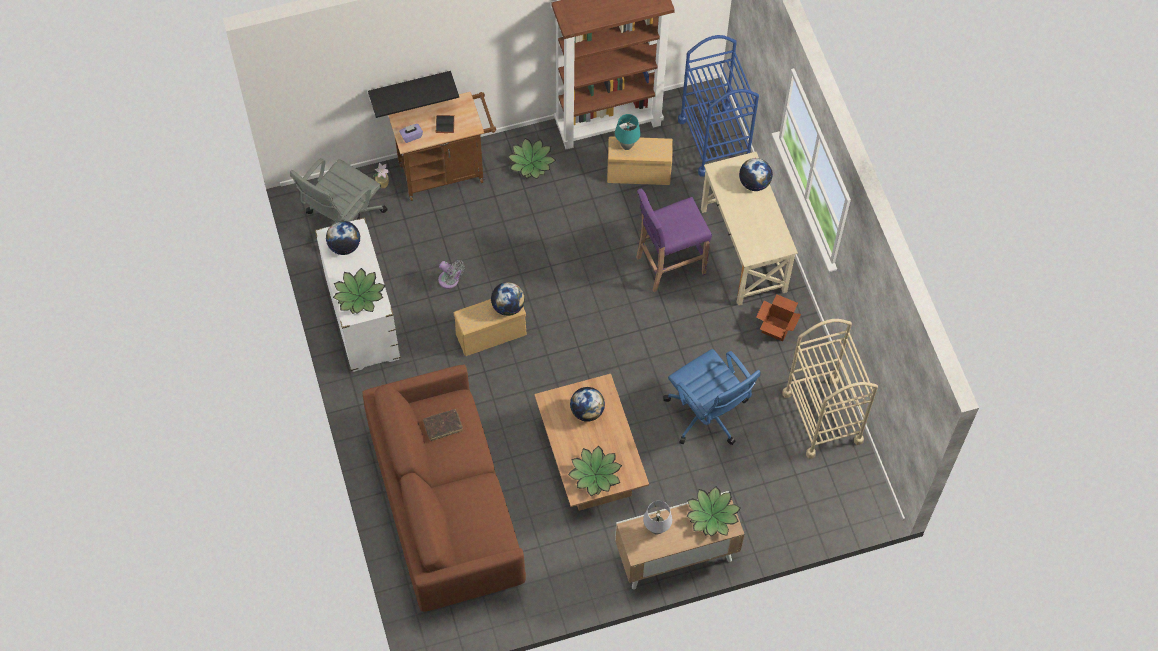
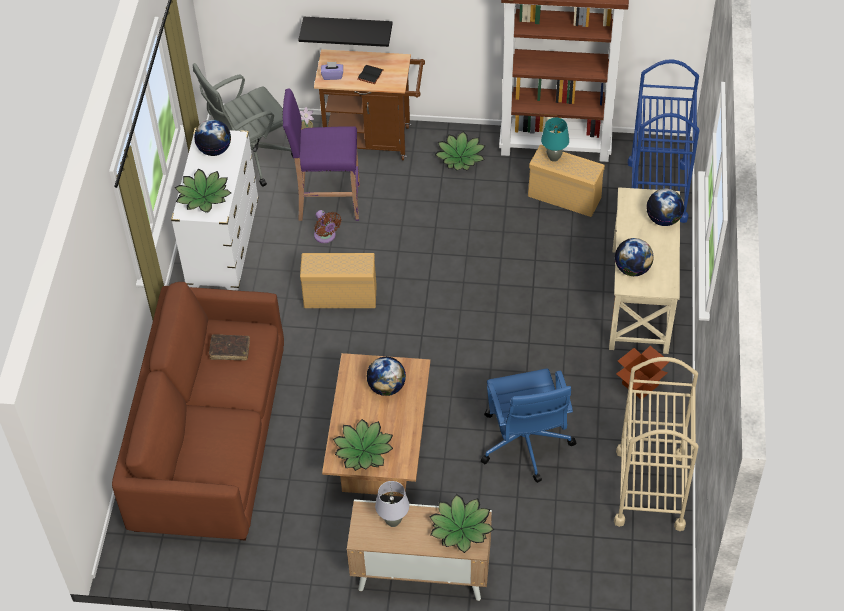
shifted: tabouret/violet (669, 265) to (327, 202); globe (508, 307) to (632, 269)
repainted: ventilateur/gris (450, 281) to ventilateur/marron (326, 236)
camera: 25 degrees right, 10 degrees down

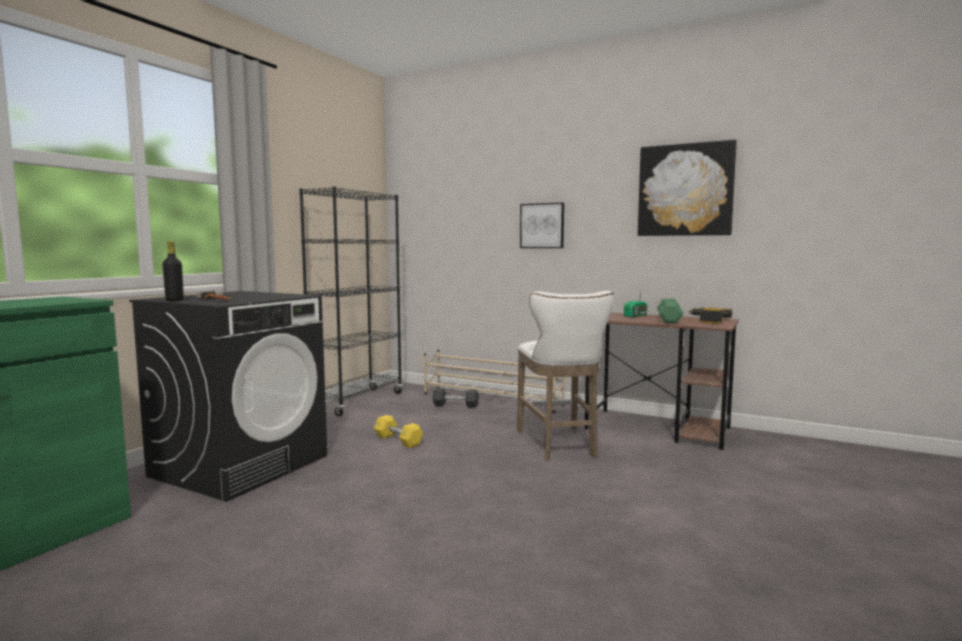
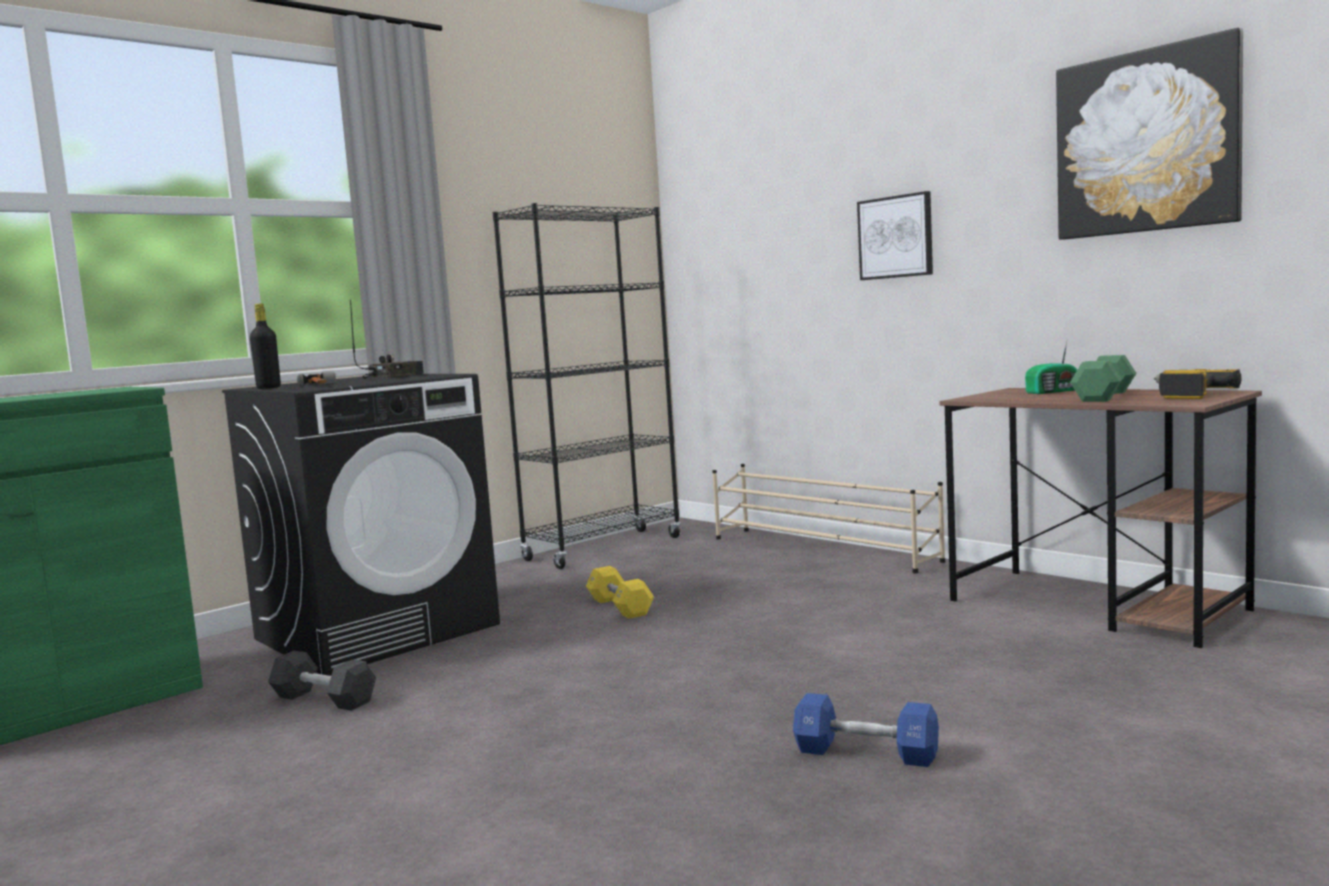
gone: tabouret/blanc (559, 445)
new: radio (393, 376); haltère/bleu (866, 753)
shifted: haltère/noir (455, 405) to (324, 699)
camera: 20 degrees right, 0 degrees up

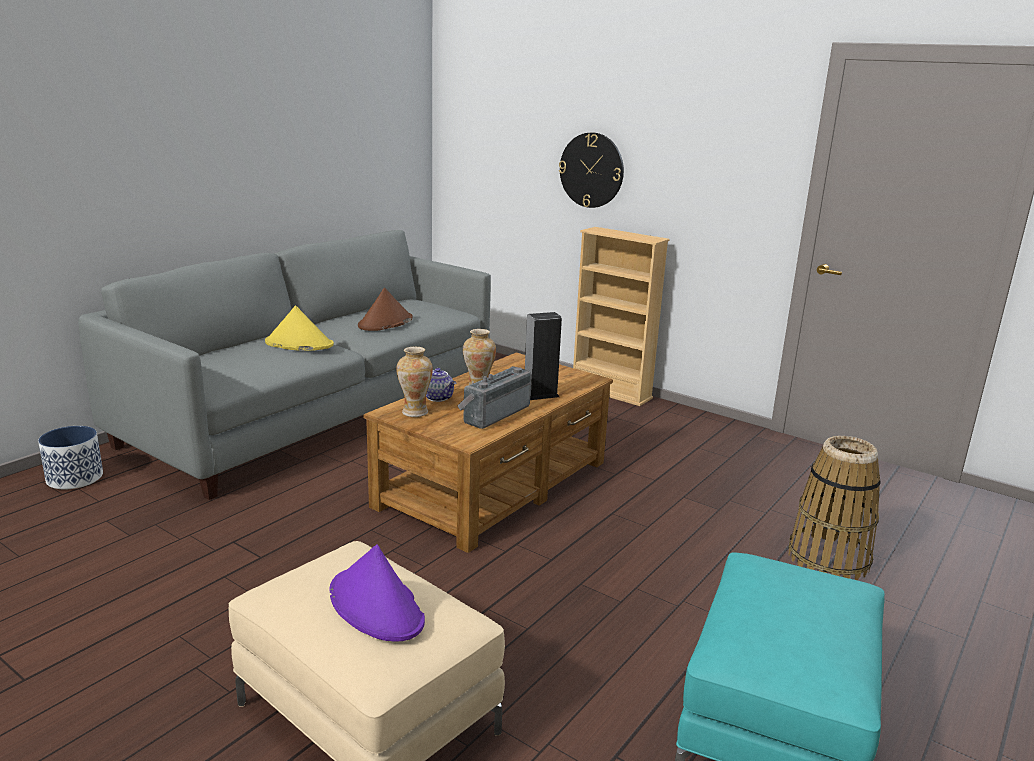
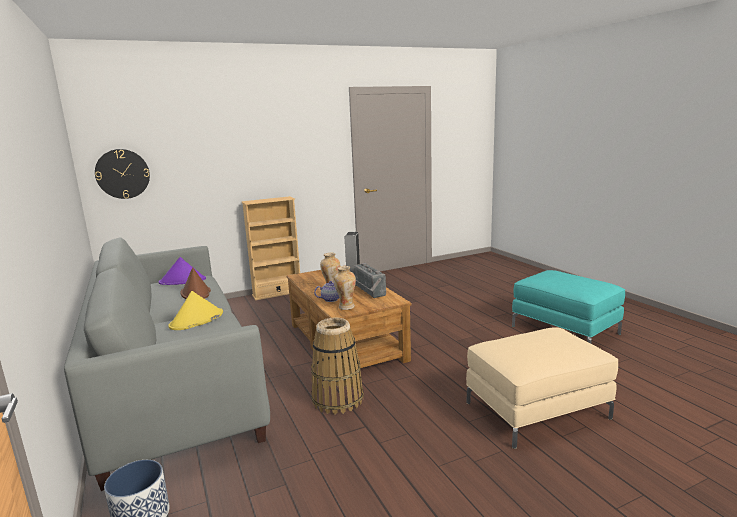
shifted: horloge murale (591, 170) to (122, 174); chapeau/violet (376, 606) to (183, 281); panier (828, 559) to (338, 399)
camera: 60 degrees left, 5 degrees down

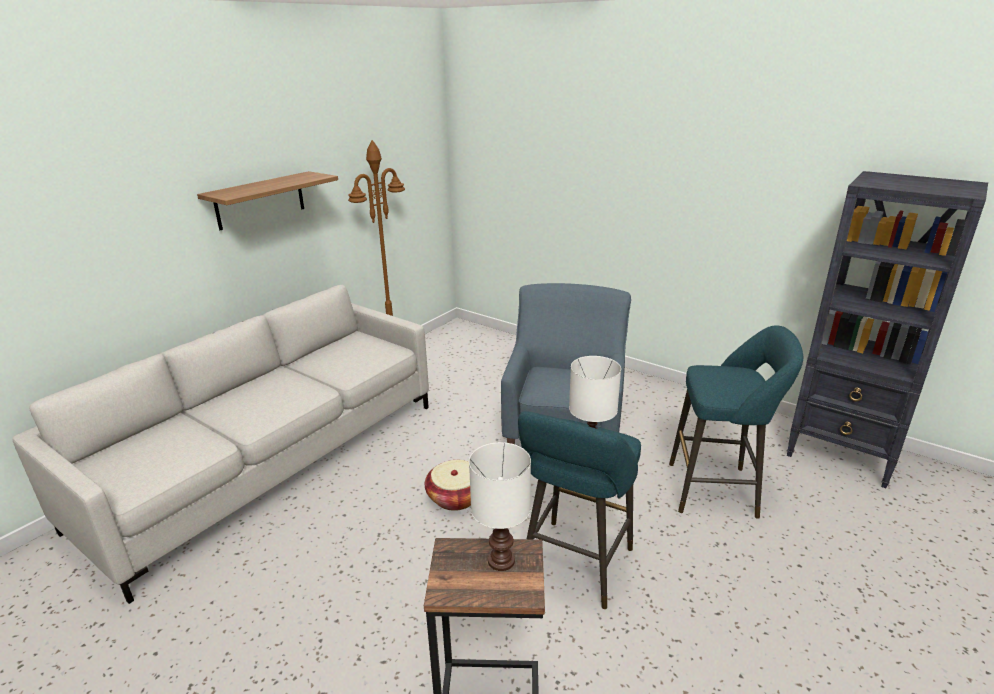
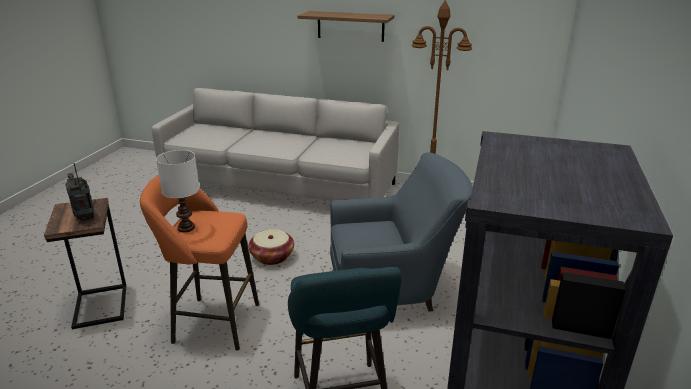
swapped: lampe de table/blanc (500, 560) to radio (85, 217)
repainted: tabouret/turquoise (574, 567) to tabouret/orange (211, 322)
camera: 70 degrees right, 0 degrees up

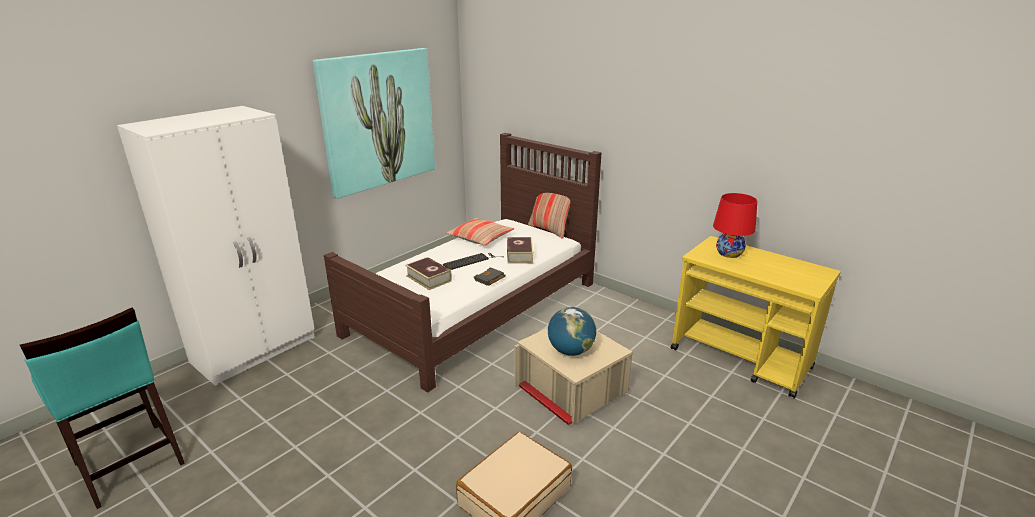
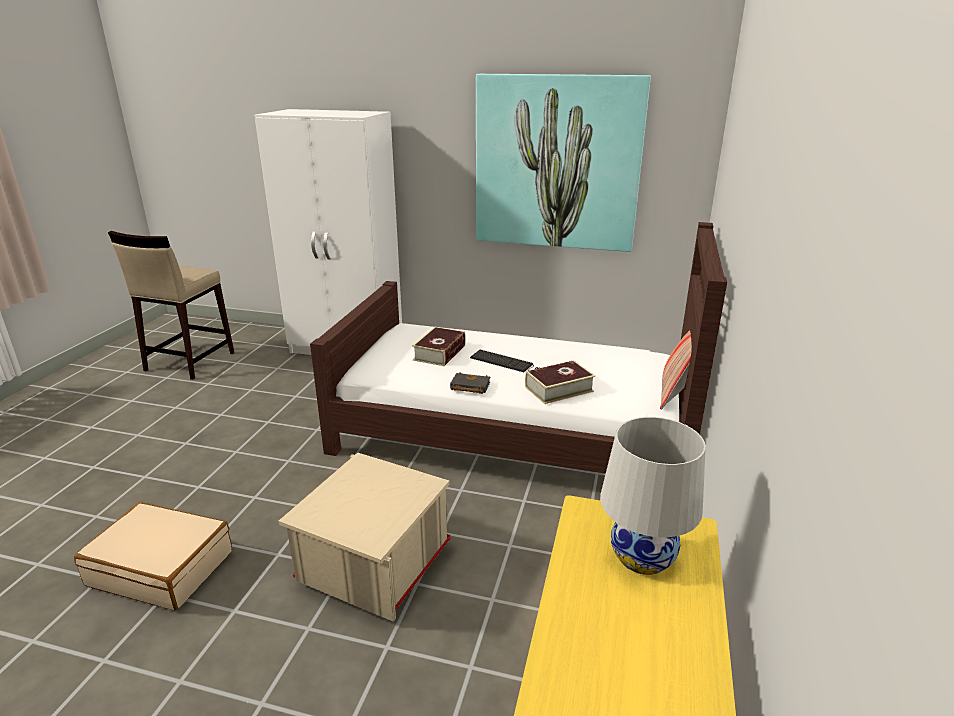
gone: coussin (480, 238); globe (570, 351)
repainted: tabouret/turquoise (128, 464) to tabouret/beige (189, 362); lampe de table/rouge (729, 253) to lampe de table/blanc (642, 556)
camera: 65 degrees right, 0 degrees up

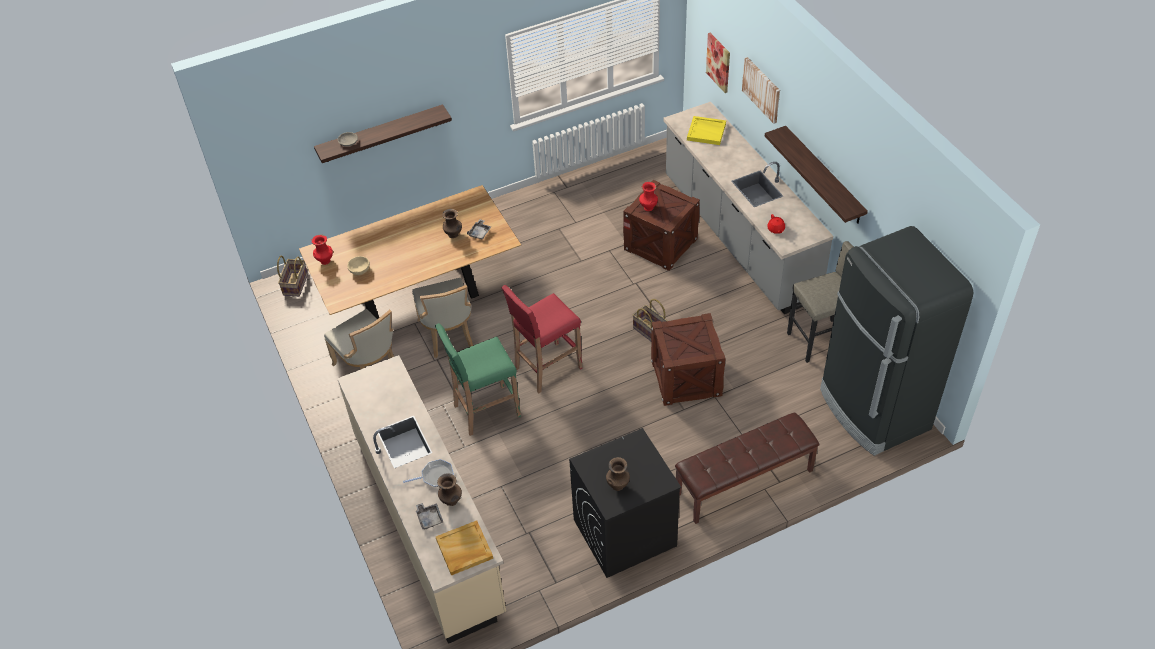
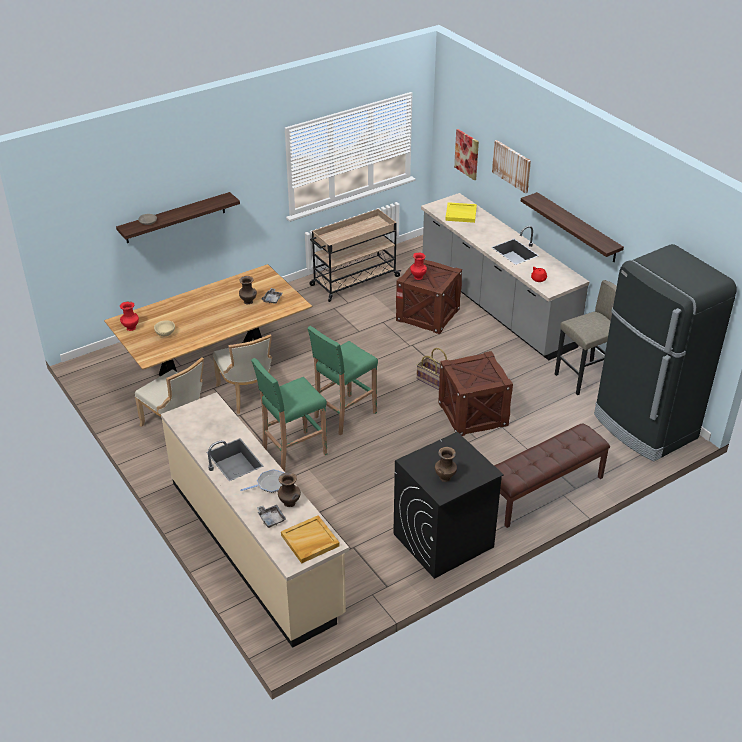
gone: panier (295, 284)
new: chariot/beige (354, 281)
repainted: tabouret/rouge (546, 368) to tabouret/vert (344, 415)
camera: 10 degrees left, 10 degrees down

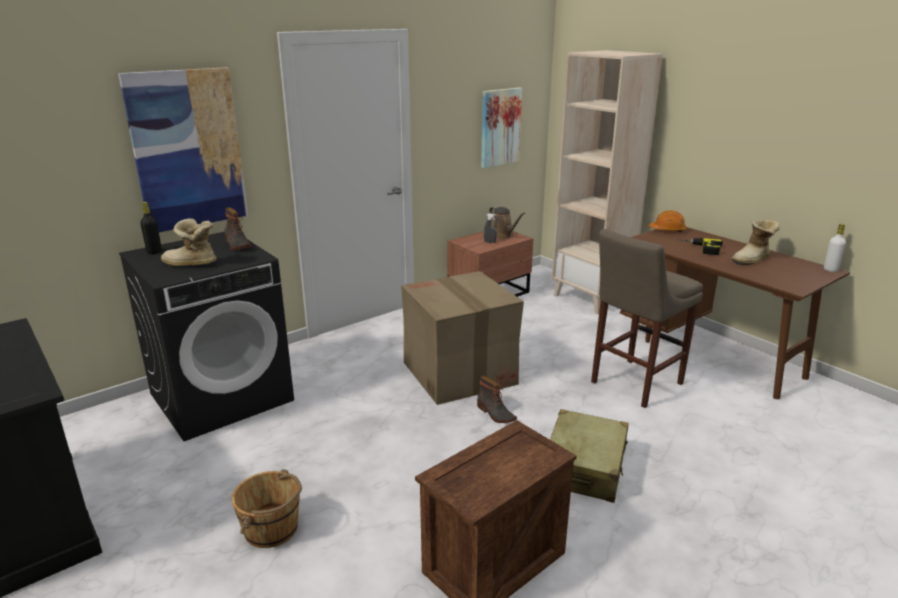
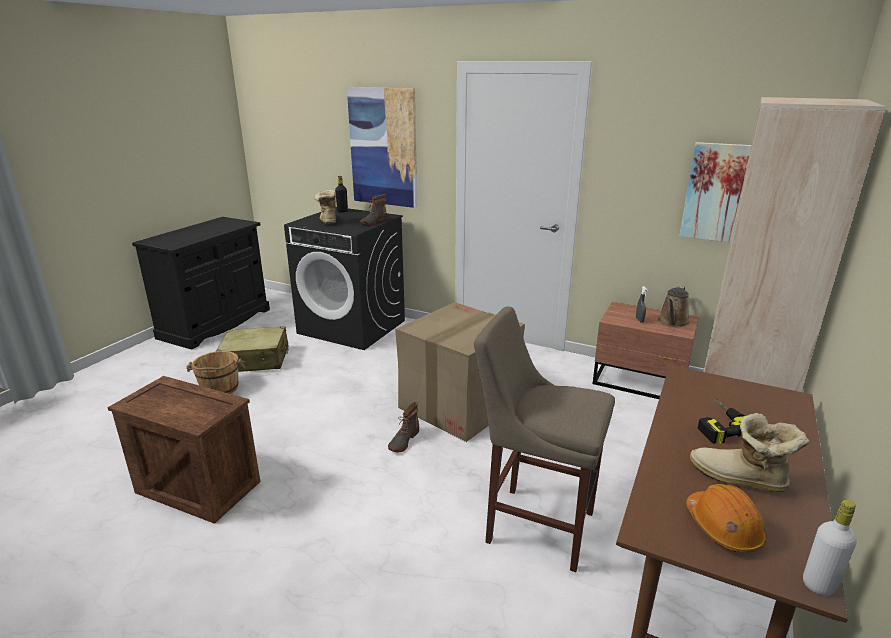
shifted: valise/beige (584, 467) to (255, 360); casque de chantier/orange (667, 230) to (723, 528)
camera: 65 degrees right, 0 degrees up

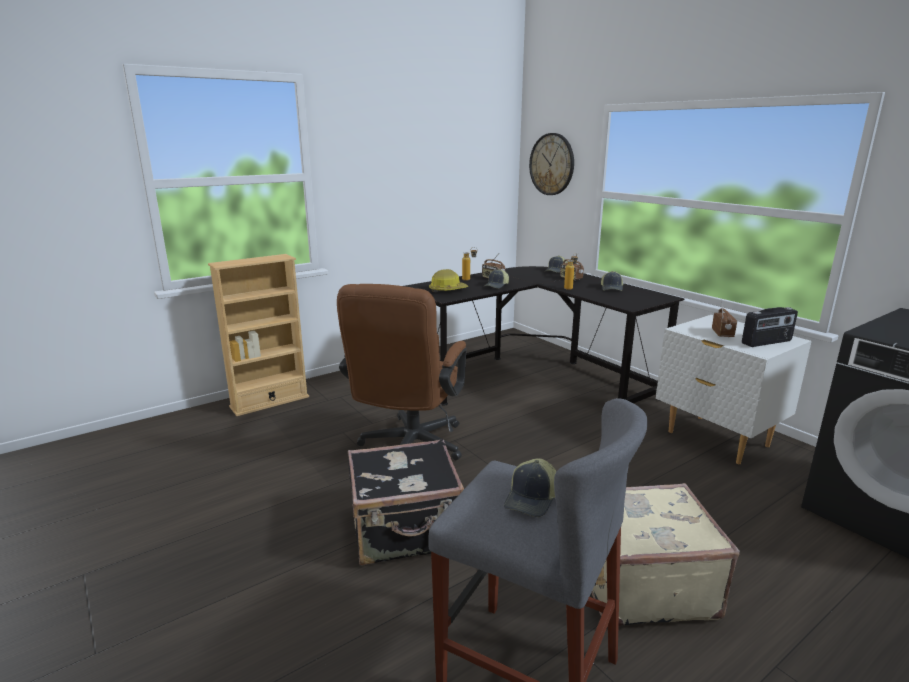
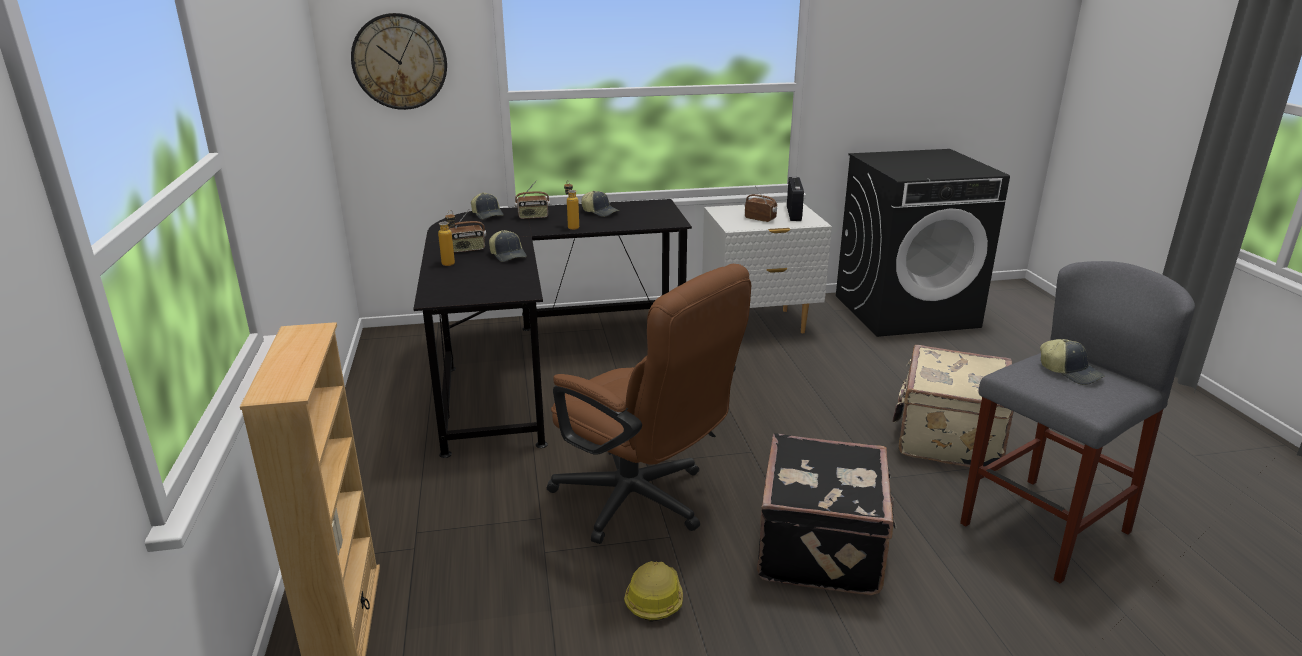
shifted: casque de chantier (447, 290) to (654, 598)
camera: 65 degrees left, 5 degrees up

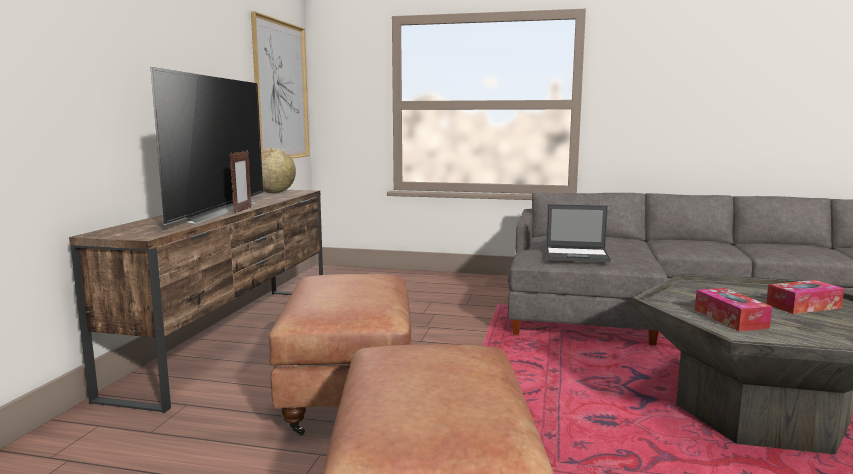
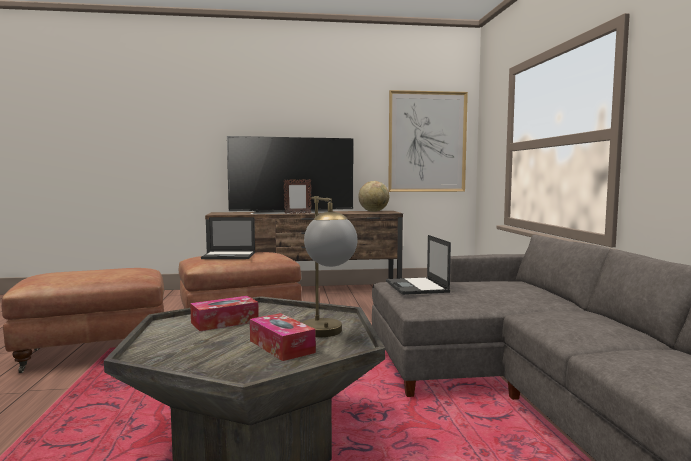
new: ordinateur portable (229, 256); lampe de table (327, 335)
camera: 70 degrees right, 5 degrees down

